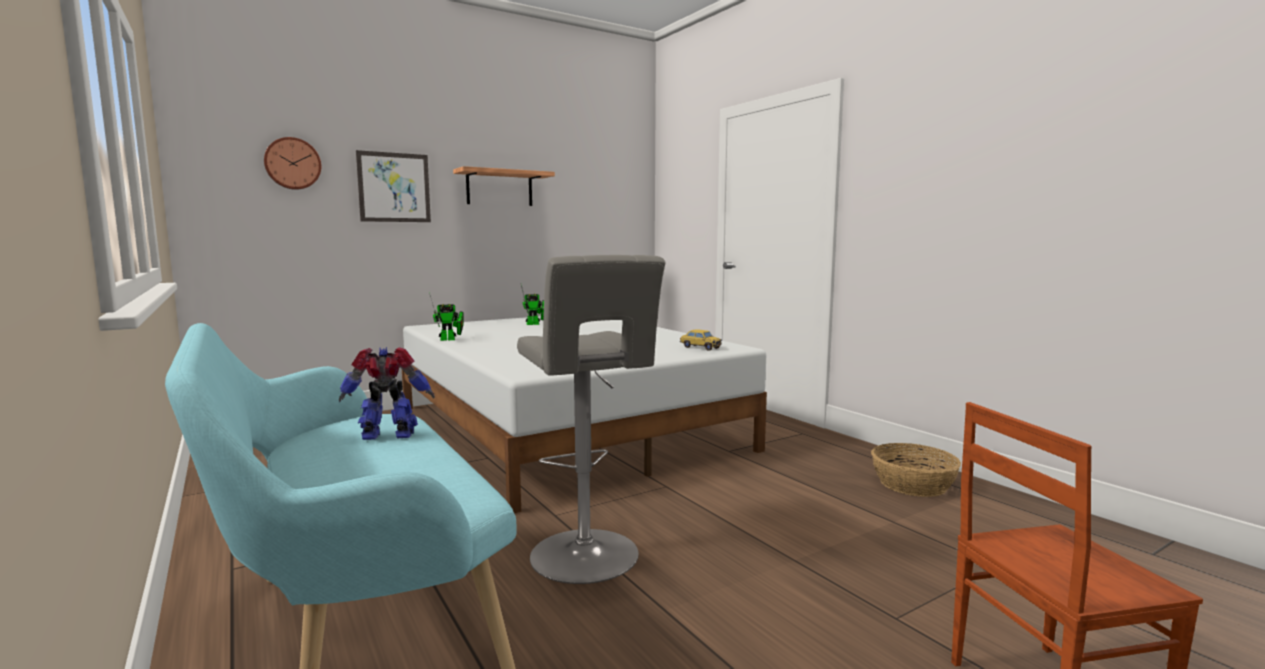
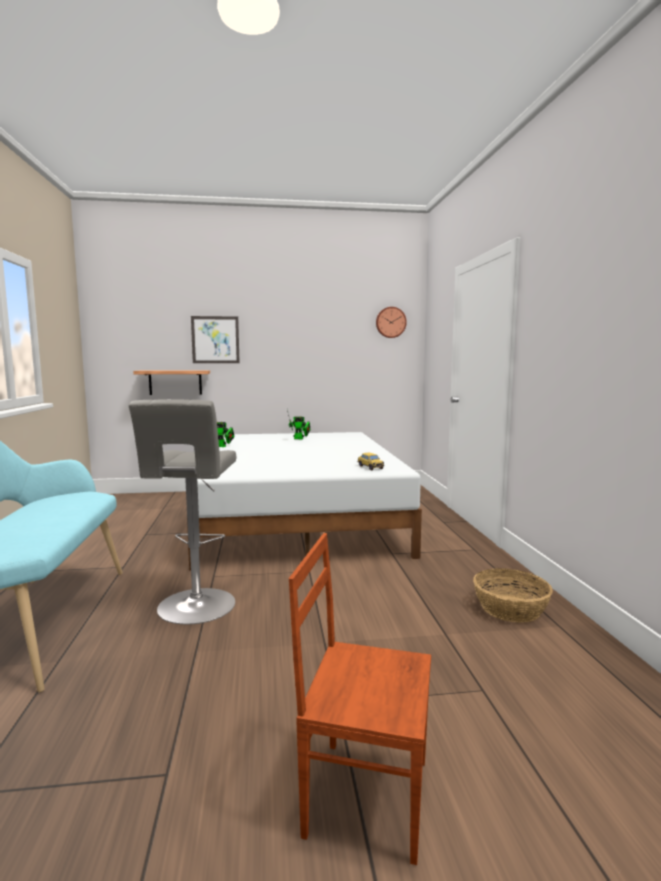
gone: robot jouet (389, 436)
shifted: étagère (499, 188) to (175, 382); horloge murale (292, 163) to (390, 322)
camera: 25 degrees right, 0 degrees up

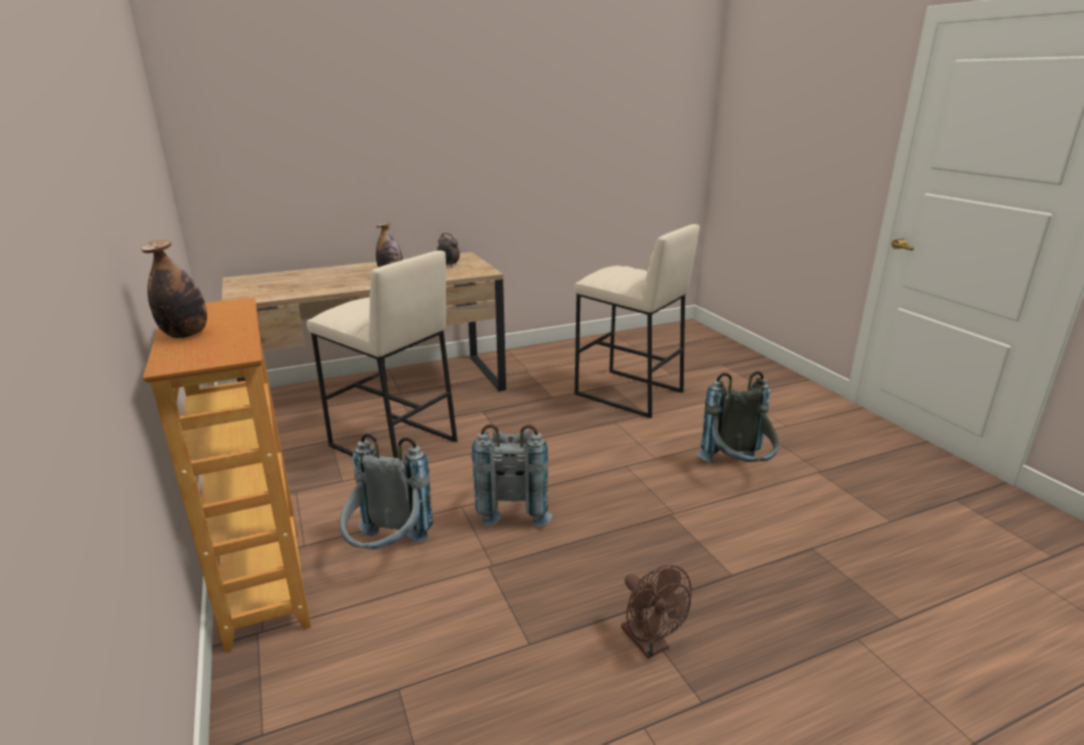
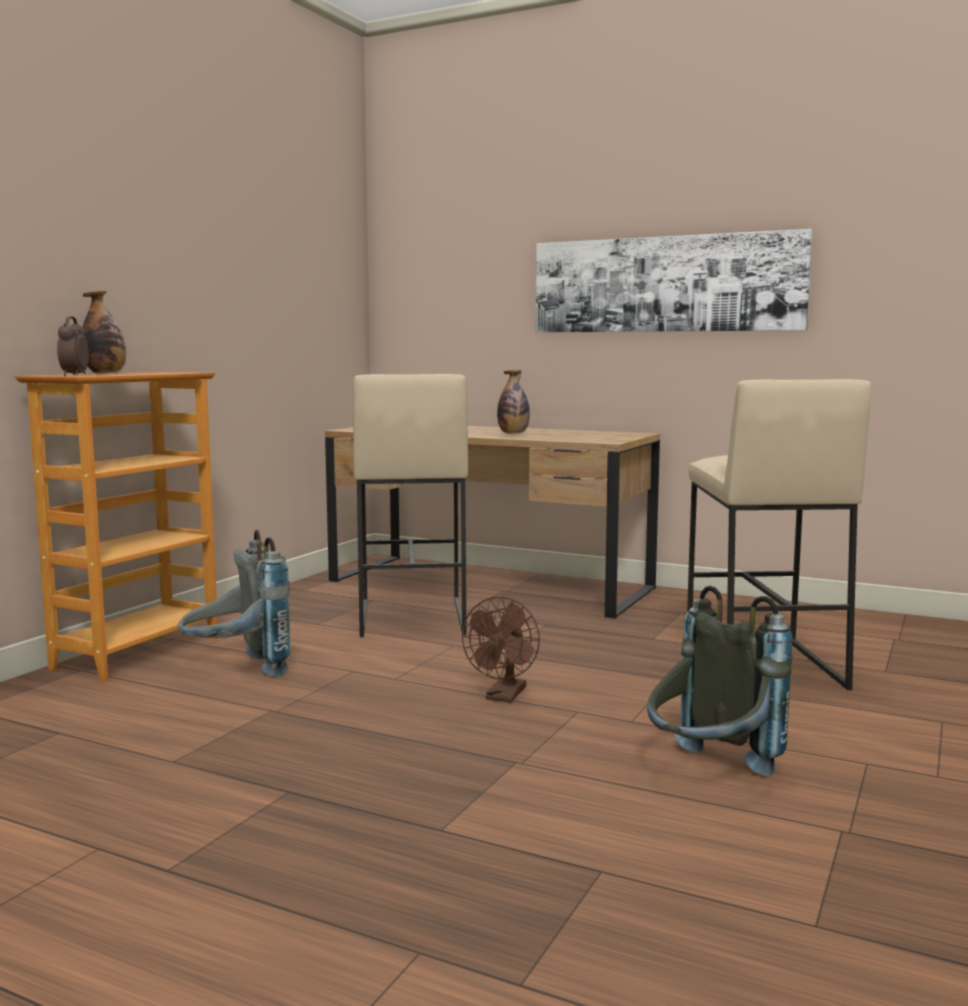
gone: sac à dos/gris (513, 507)
new: tableau (665, 284)
shifted: réveil (448, 265) to (73, 375); ventilateur/marron (650, 644) to (504, 696)
camera: 50 degrees right, 15 degrees down

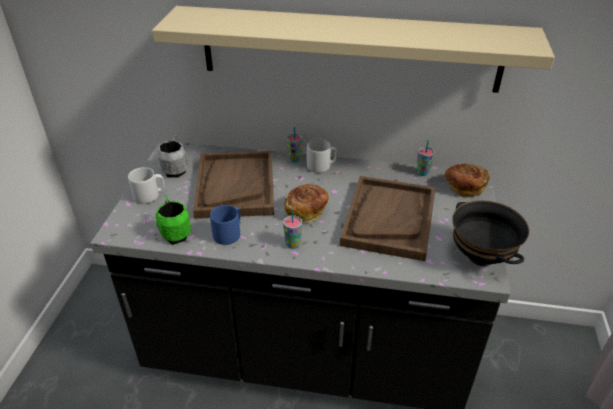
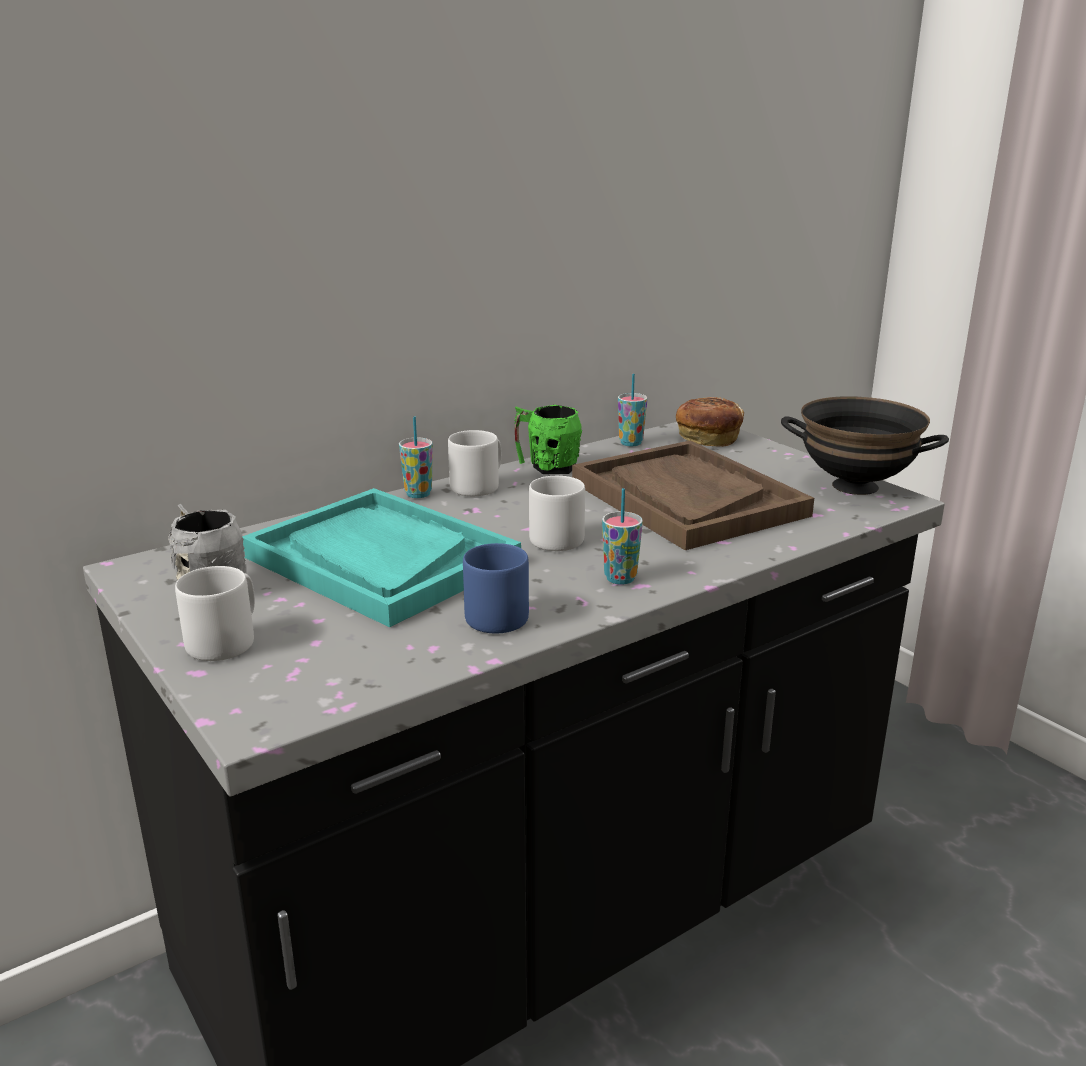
gone: étagère/beige (349, 49)
shifted: mug/vert (175, 232) to (546, 466)
swapped: pain (306, 211) to mug/gris (561, 538)
repainted: plateau/marron (235, 186) to plateau/turquoise (380, 559)
camera: 45 degrees left, 15 degrees down

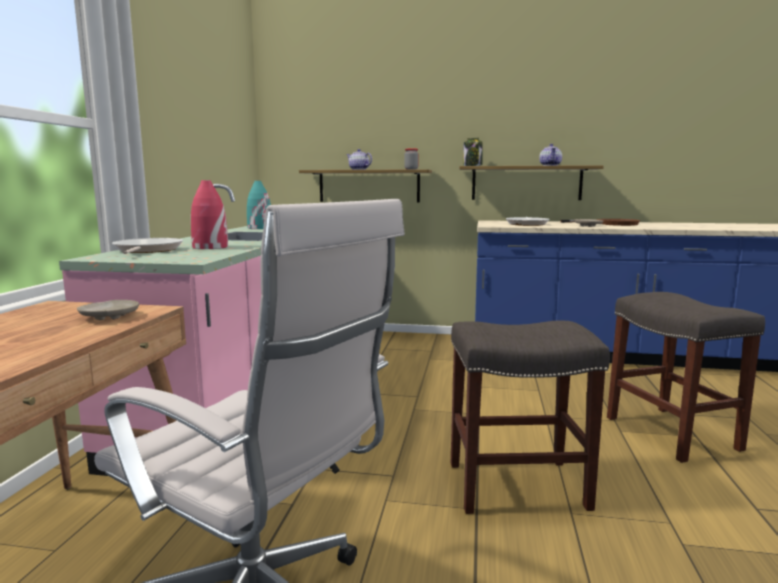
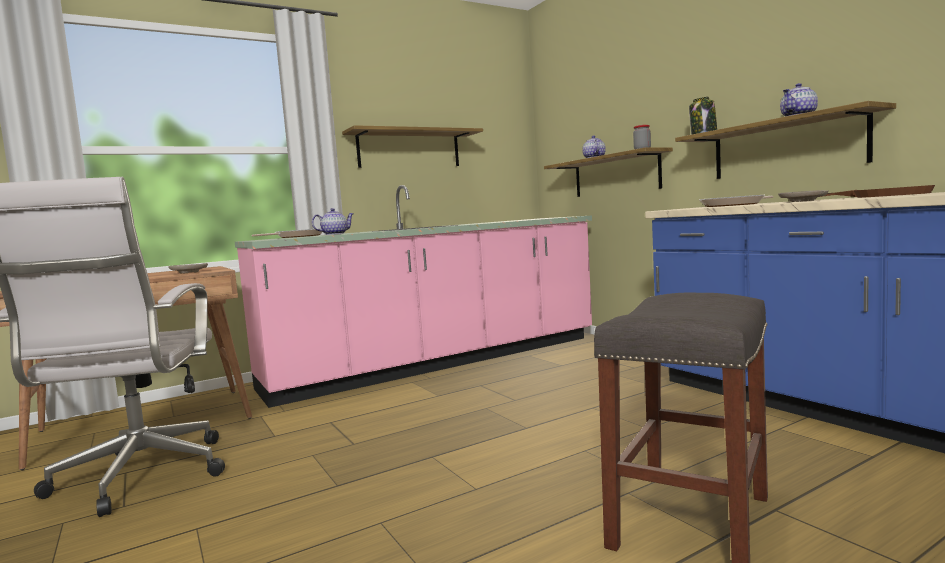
gone: vase/turquoise (259, 228); tabouret/gris (518, 485)
new: étagère (409, 149)
swapped: vase/rouge (210, 247) to théière (334, 234)
camera: 50 degrees right, 5 degrees down

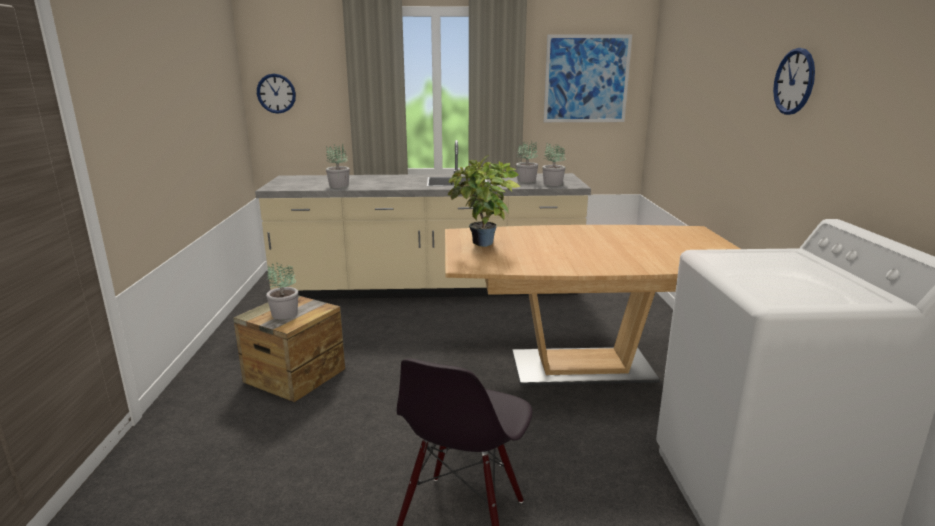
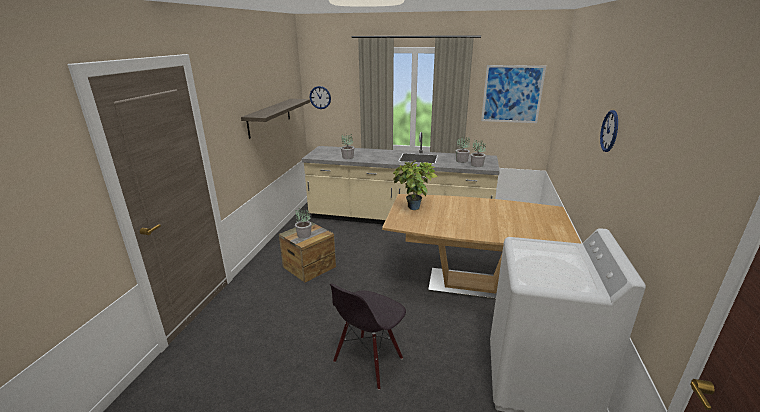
new: étagère (269, 117)
camera: 15 degrees right, 5 degrees up

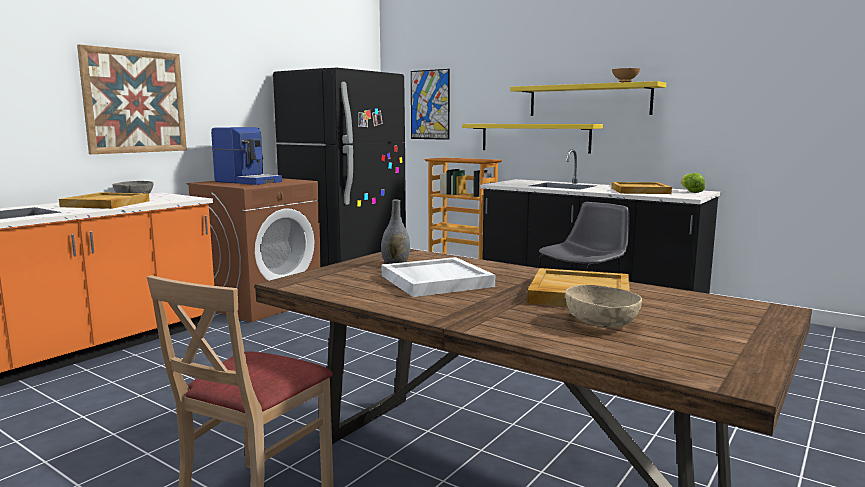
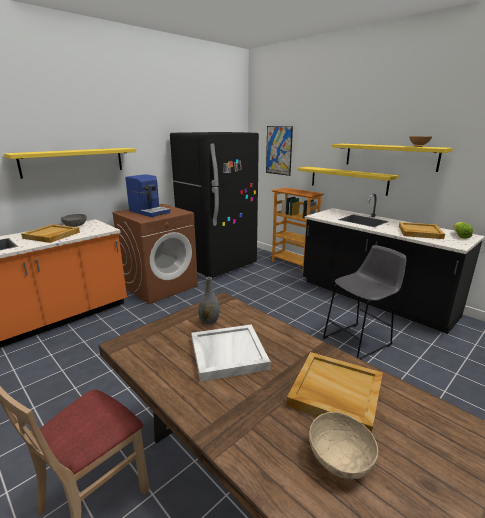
swapped: tableau (135, 101) to étagère/jaune (73, 162)
camera: 10 degrees right, 10 degrees up

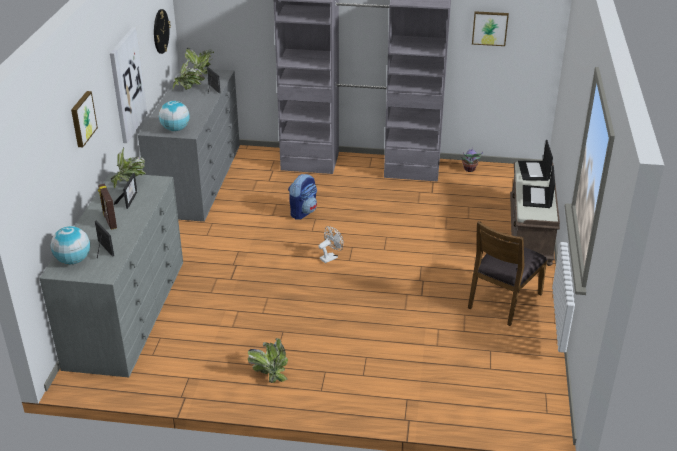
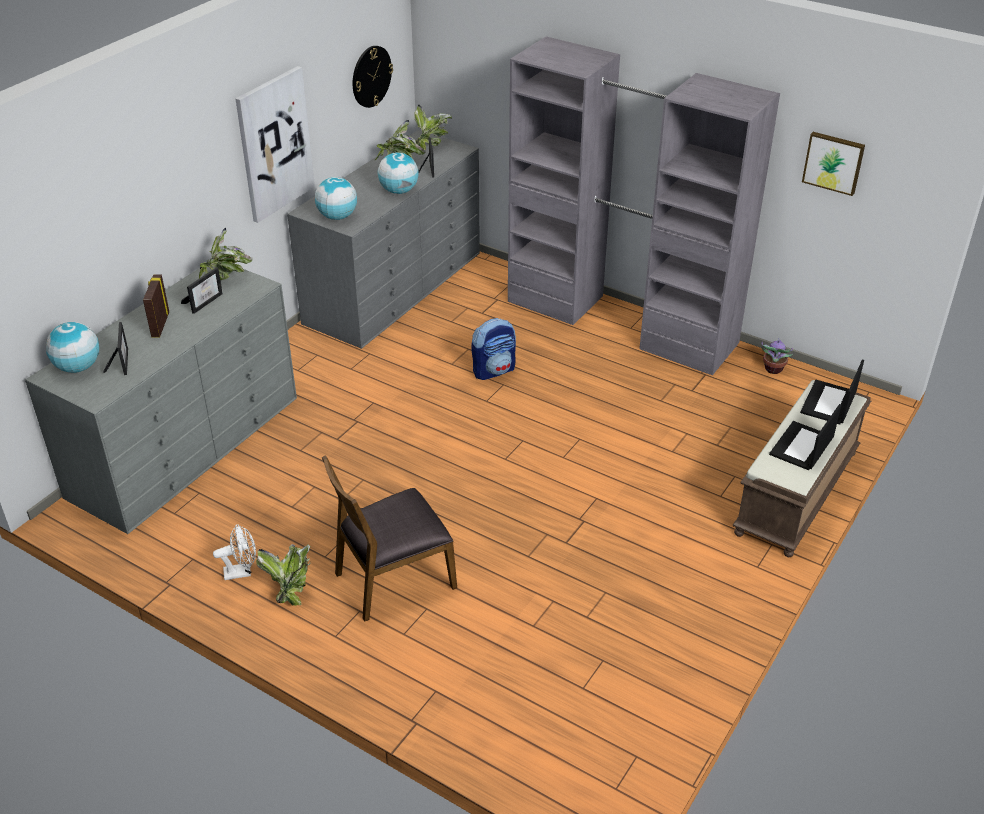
gone: tableau (82, 118)
new: globe (399, 191)
shifted: ventilateur/blanc (331, 257) to (242, 572); chaise/marron (503, 300) to (393, 579)
camera: 25 degrees right, 5 degrees up

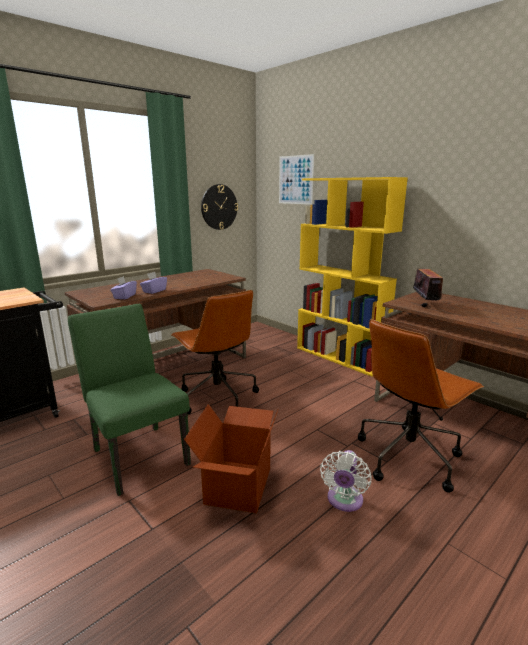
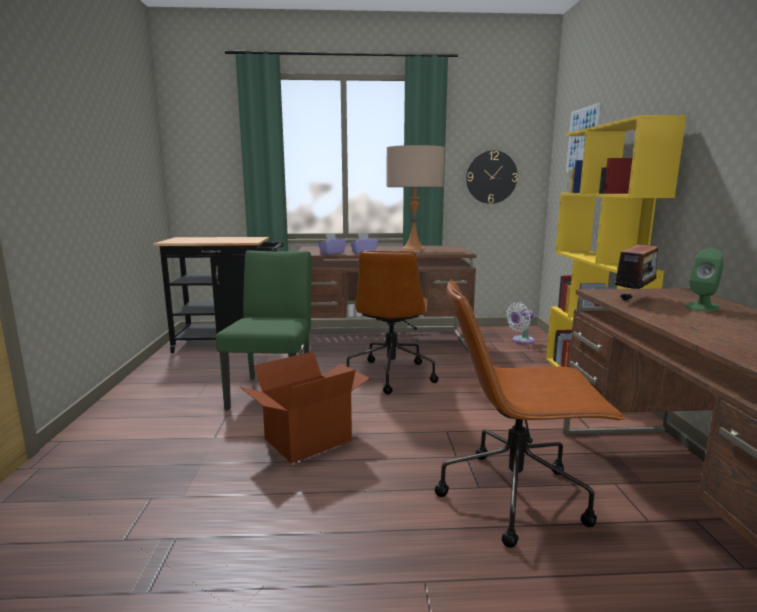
new: lampe de table/beige (413, 248); enceinte/vert (702, 307)
shifted: ventilateur/blanc (344, 501) to (521, 340)
camera: 40 degrees right, 5 degrees down

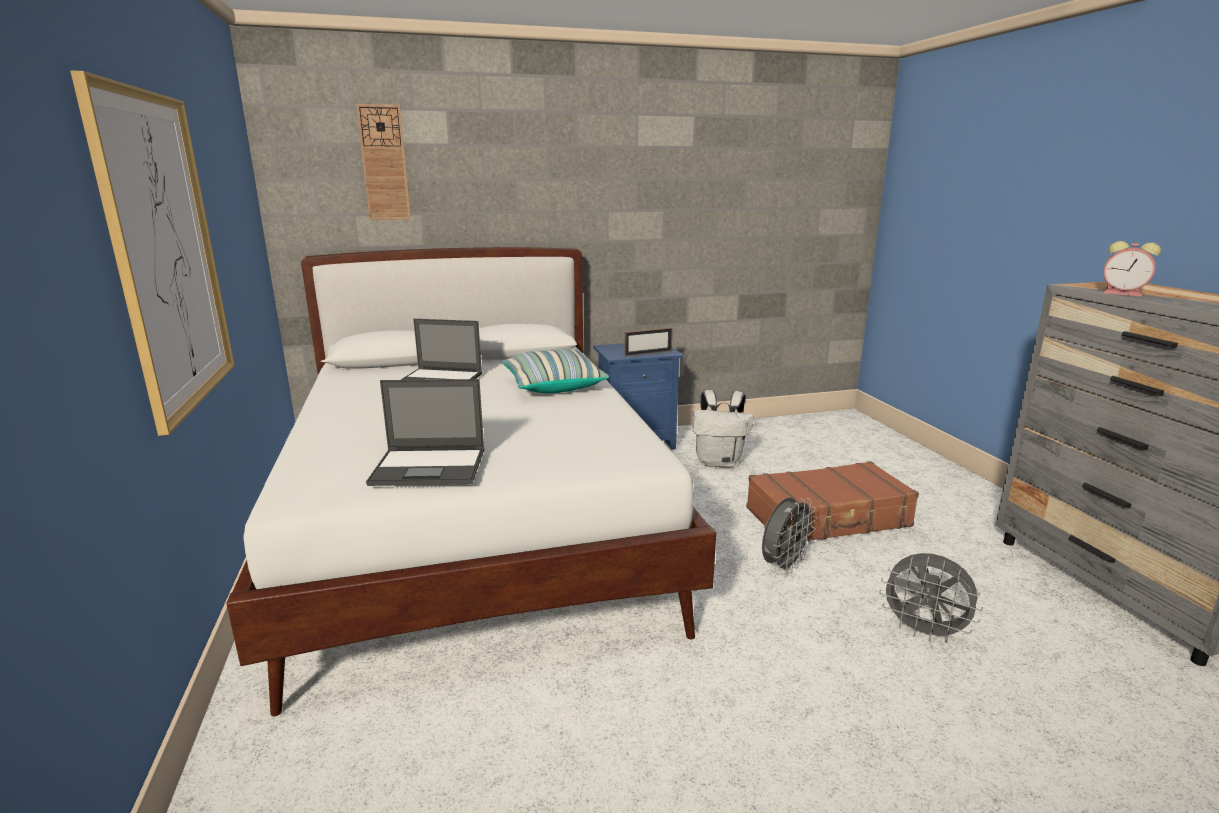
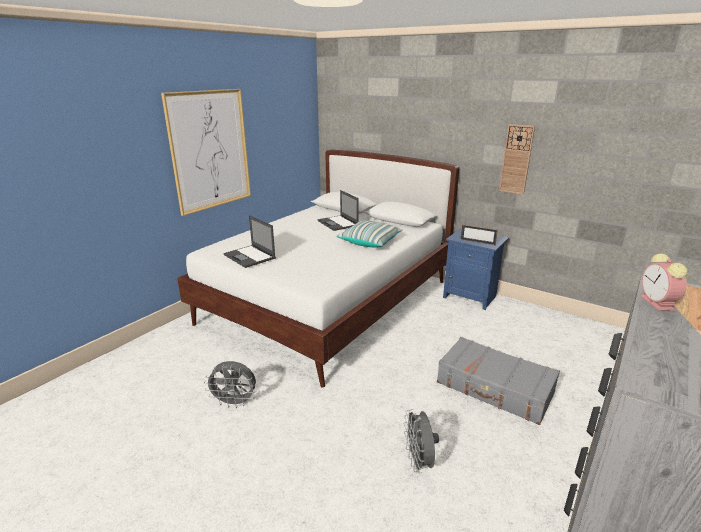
gone: sac à dos/blanc (719, 462)
shifted: ventilateur/gris (783, 566) to (235, 402); horloge murale (384, 163) to (516, 159)
repainted: valise/marron (828, 518) to valise/gris (494, 388)
camera: 50 degrees right, 5 degrees up

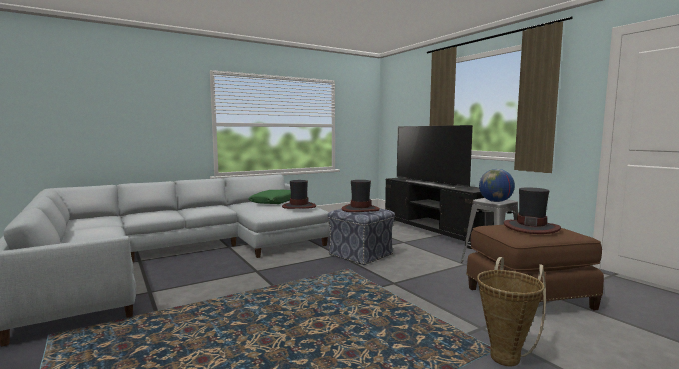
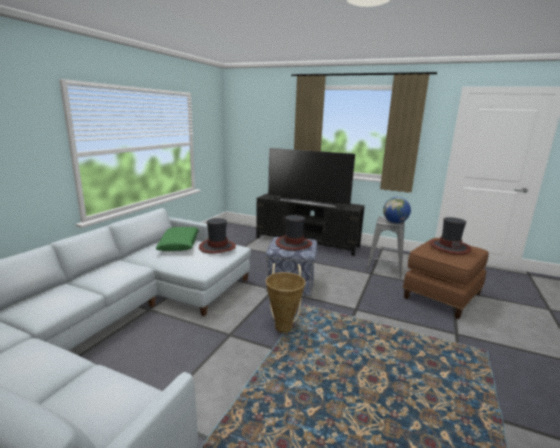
shifted: panier (507, 355) to (284, 325)
camera: 35 degrees left, 10 degrees up

